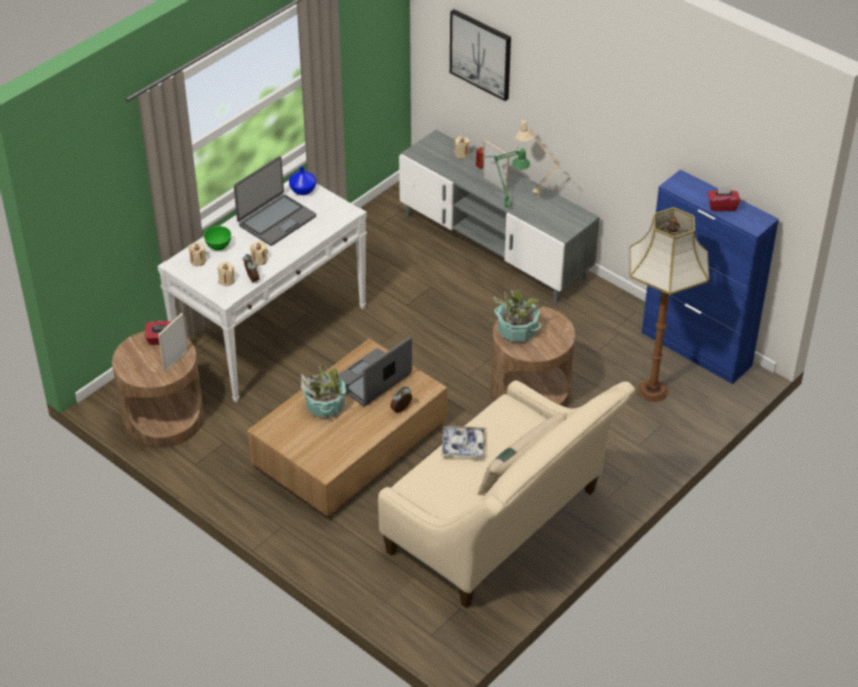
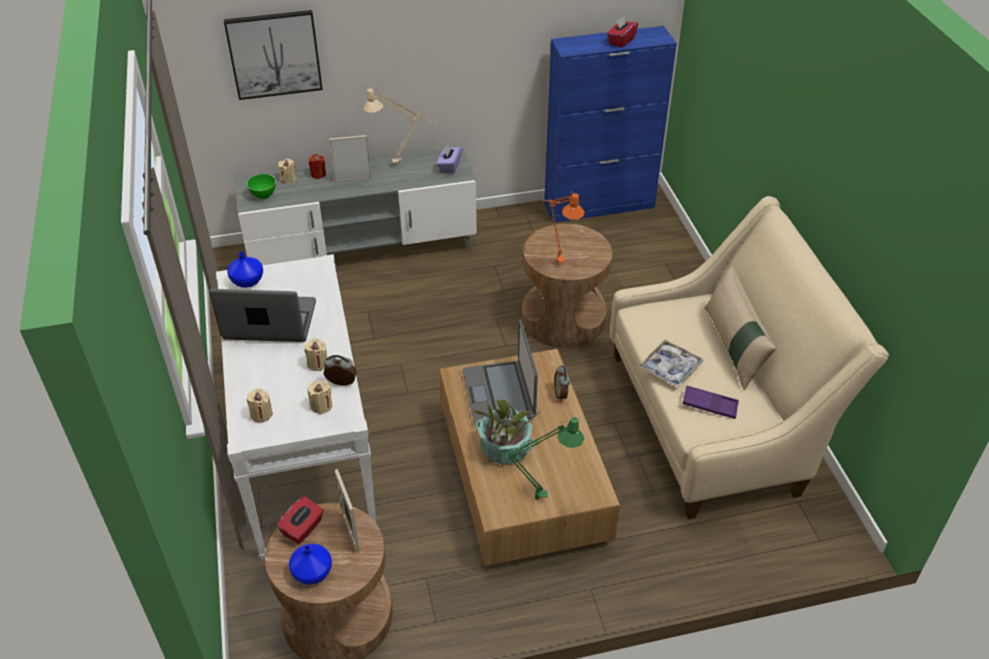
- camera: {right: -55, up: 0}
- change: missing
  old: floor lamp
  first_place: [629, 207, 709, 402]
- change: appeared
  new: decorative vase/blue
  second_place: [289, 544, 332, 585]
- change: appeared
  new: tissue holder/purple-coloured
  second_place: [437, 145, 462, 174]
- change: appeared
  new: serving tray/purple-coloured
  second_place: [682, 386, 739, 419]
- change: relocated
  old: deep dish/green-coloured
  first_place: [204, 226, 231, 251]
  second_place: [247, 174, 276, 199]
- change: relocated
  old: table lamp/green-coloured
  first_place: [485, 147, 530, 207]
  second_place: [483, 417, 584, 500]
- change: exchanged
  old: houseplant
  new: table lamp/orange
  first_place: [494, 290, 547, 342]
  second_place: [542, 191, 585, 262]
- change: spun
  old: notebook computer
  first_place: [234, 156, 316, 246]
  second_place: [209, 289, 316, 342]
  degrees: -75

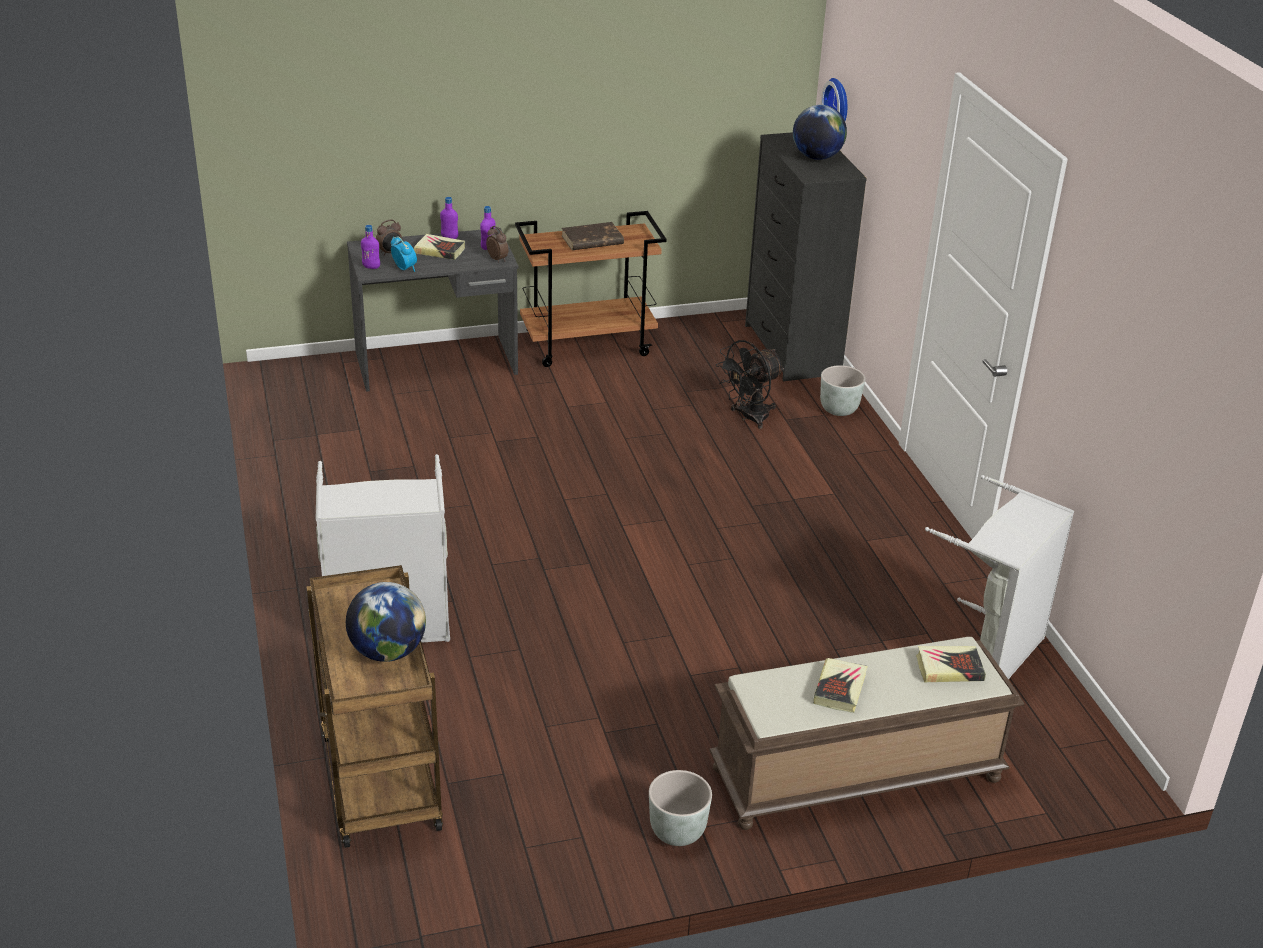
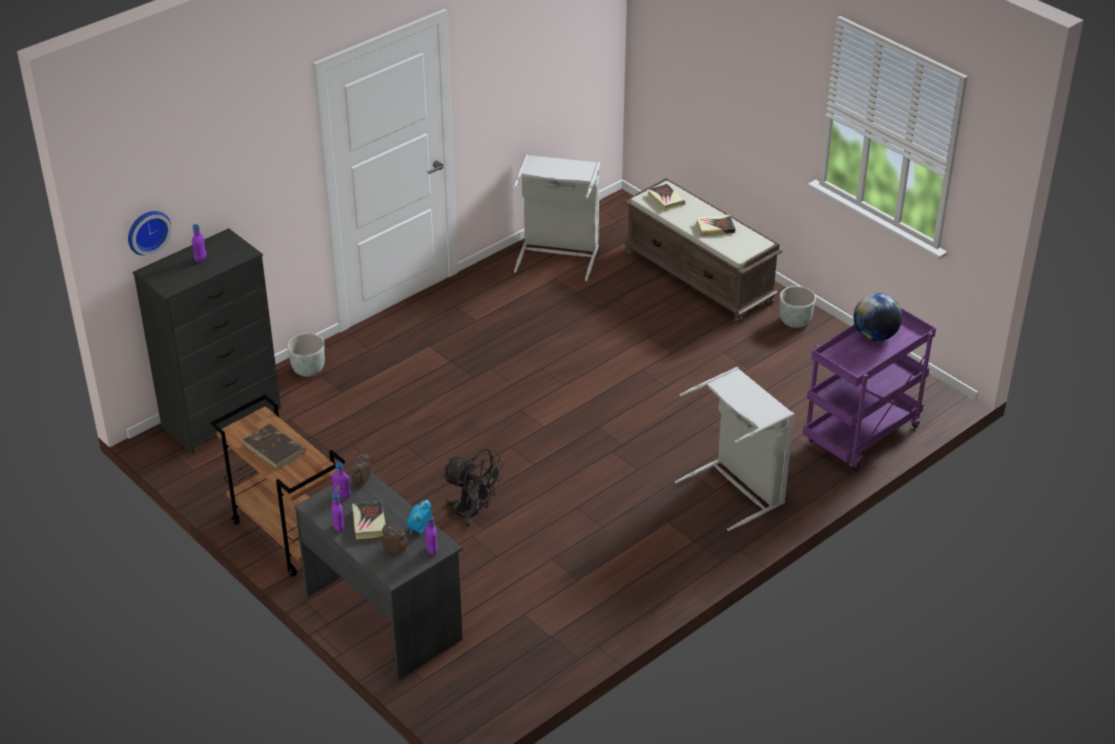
- camera: {right: -115, up: 5}
- change: relocated
  old: electric fan/black-coloured
  first_place: [716, 340, 785, 429]
  second_place: [442, 449, 504, 527]
- change: exchanged
  old: world globe
  new: bottle/purple-coloured
  first_place: [793, 105, 847, 160]
  second_place: [192, 224, 206, 262]
- change: colour
  old: trolley/brown-coloured
  new: trolley/purple-coloured
  first_place: [307, 565, 443, 848]
  second_place: [803, 307, 936, 470]

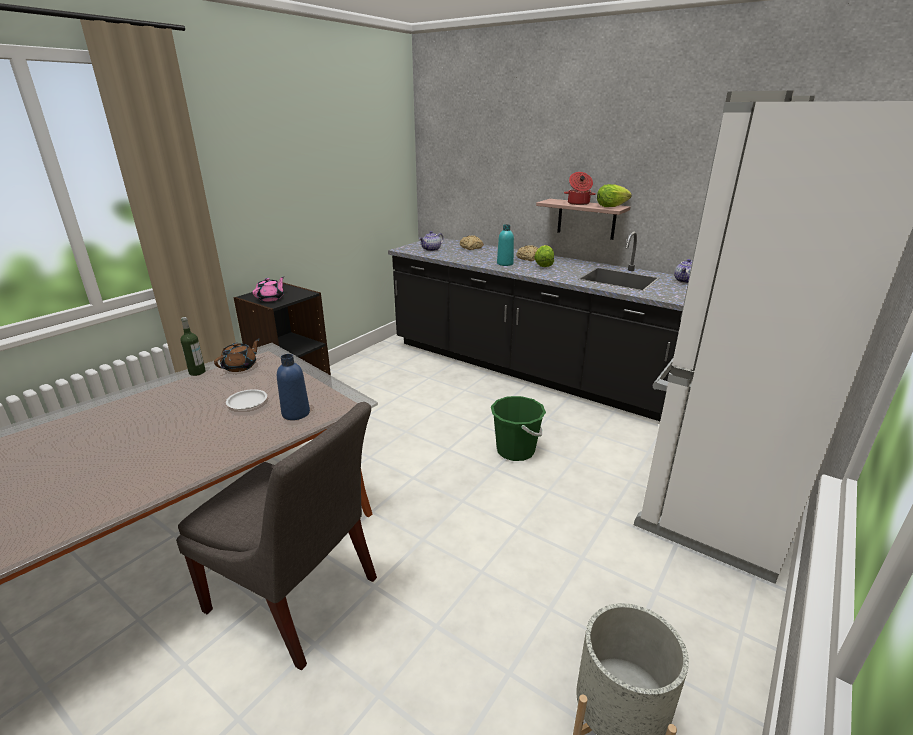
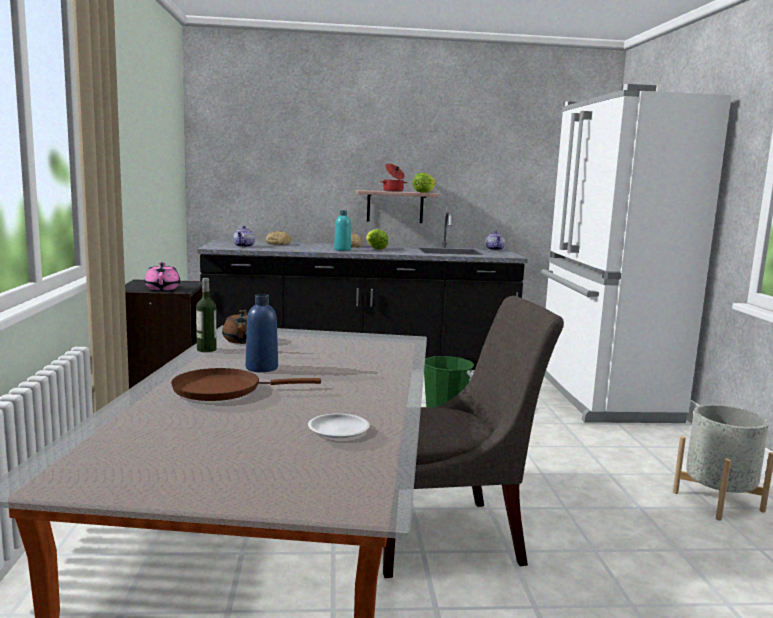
- camera: {right: -40, up: -15}
- change: appeared
  new: frying pan/brown-coloured
  second_place: [171, 368, 321, 401]
- change: relocated
  old: dinner plate/white-coloured
  first_place: [226, 389, 267, 409]
  second_place: [308, 413, 370, 438]
- change: relocated
  old: bottle/blue
  first_place: [277, 354, 310, 420]
  second_place: [246, 294, 278, 372]

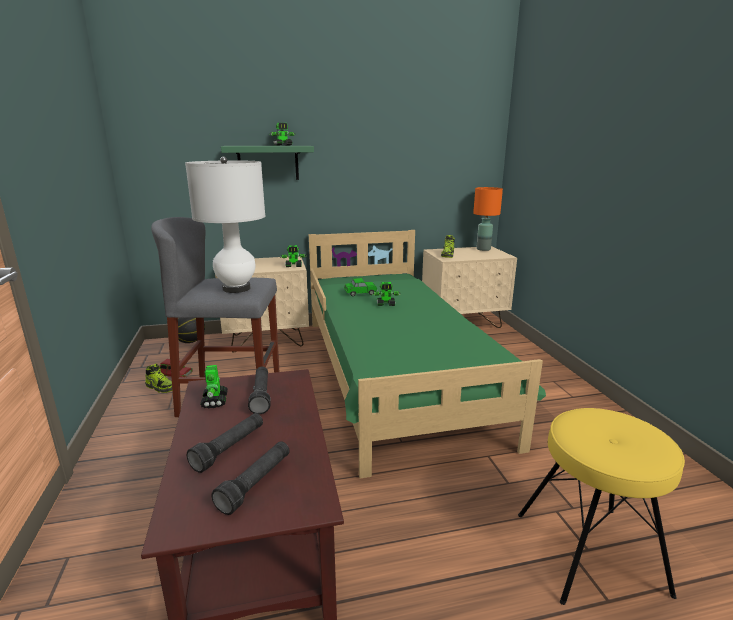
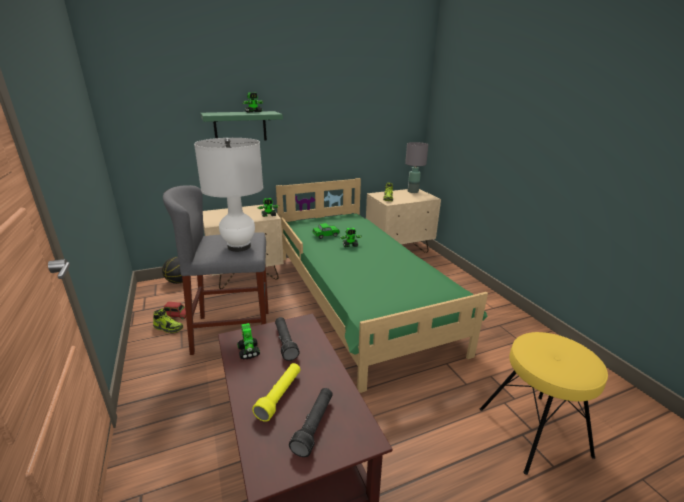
- camera: {right: -10, up: 5}
- change: colour
  old: hand torch/black-coloured
  new: hand torch/yellow
  first_place: [187, 413, 263, 473]
  second_place: [252, 363, 300, 422]
- change: colour
  old: table lamp/orange
  new: table lamp/grey
  first_place: [473, 187, 503, 251]
  second_place: [405, 142, 429, 193]

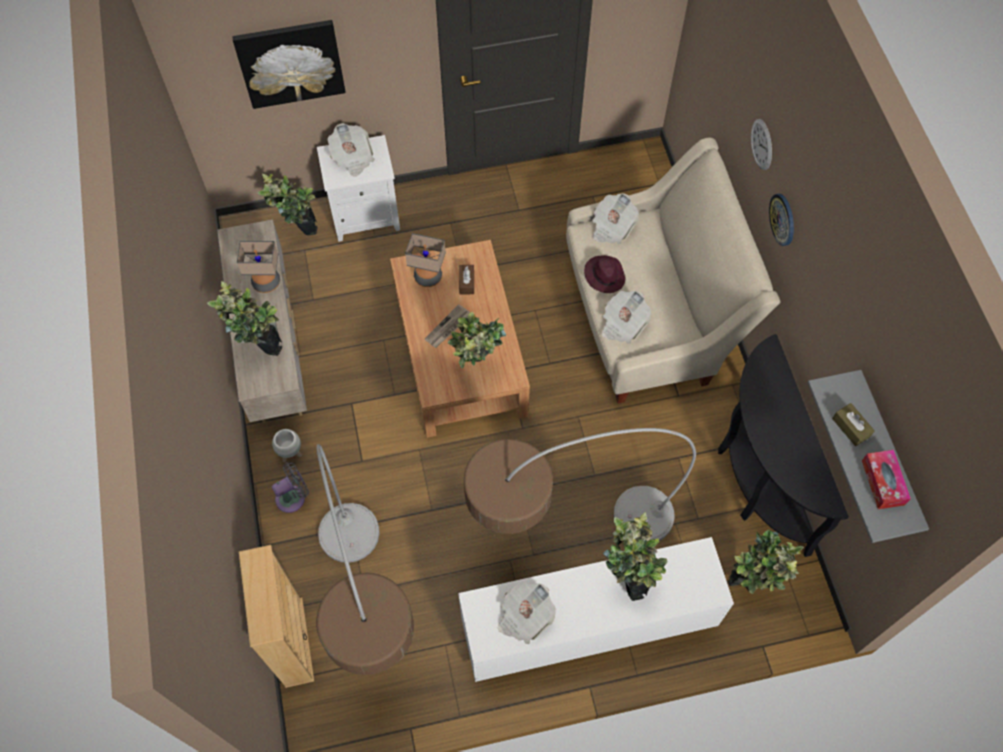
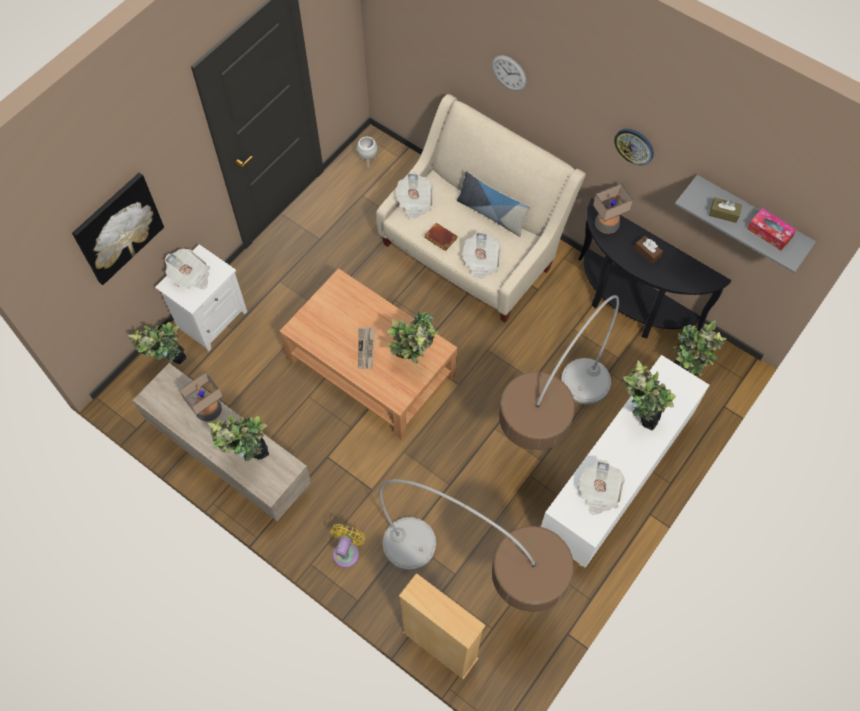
- camera: {right: -40, up: 0}
- change: appeared
  new: cushion
  second_place: [457, 171, 530, 237]
- change: relocated
  old: planter/white-coloured
  first_place: [272, 429, 302, 462]
  second_place: [357, 137, 378, 167]
- change: relocated
  old: table lamp
  first_place: [405, 233, 446, 287]
  second_place: [593, 183, 633, 234]
- change: relocated
  old: tissue holder/brown-coloured
  first_place: [459, 265, 474, 294]
  second_place: [634, 236, 663, 264]
- change: relocated
  old: wall clock
  first_place: [769, 194, 794, 246]
  second_place: [614, 129, 654, 165]
- change: exchanged
  old: wearable hat/purple-coloured
  new: volume/brown-coloured
  first_place: [584, 255, 626, 293]
  second_place: [424, 223, 458, 251]
- change: colour
  old: electric fan/grey
  new: electric fan/yellow
  first_place: [272, 462, 309, 513]
  second_place: [331, 524, 365, 568]

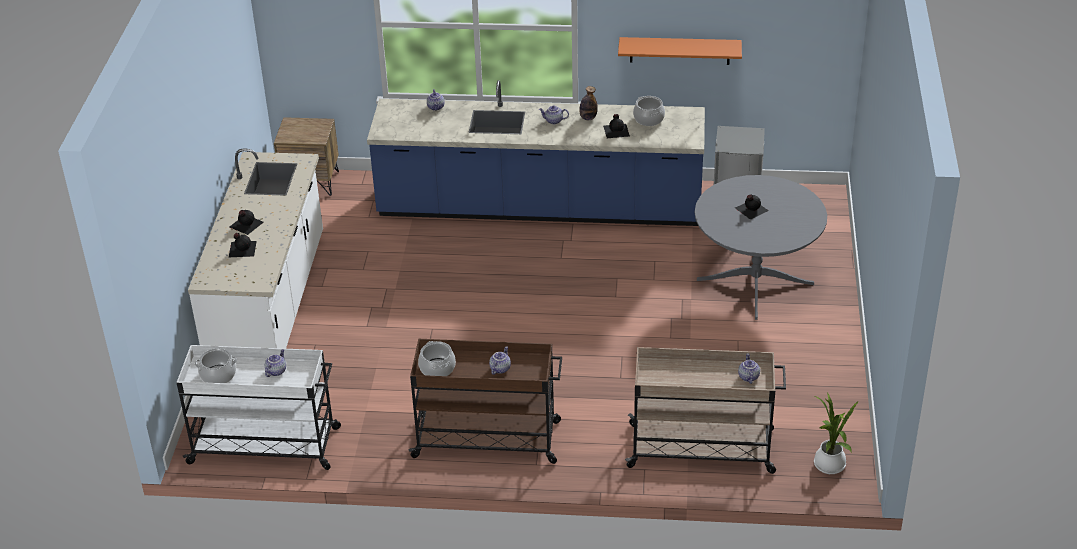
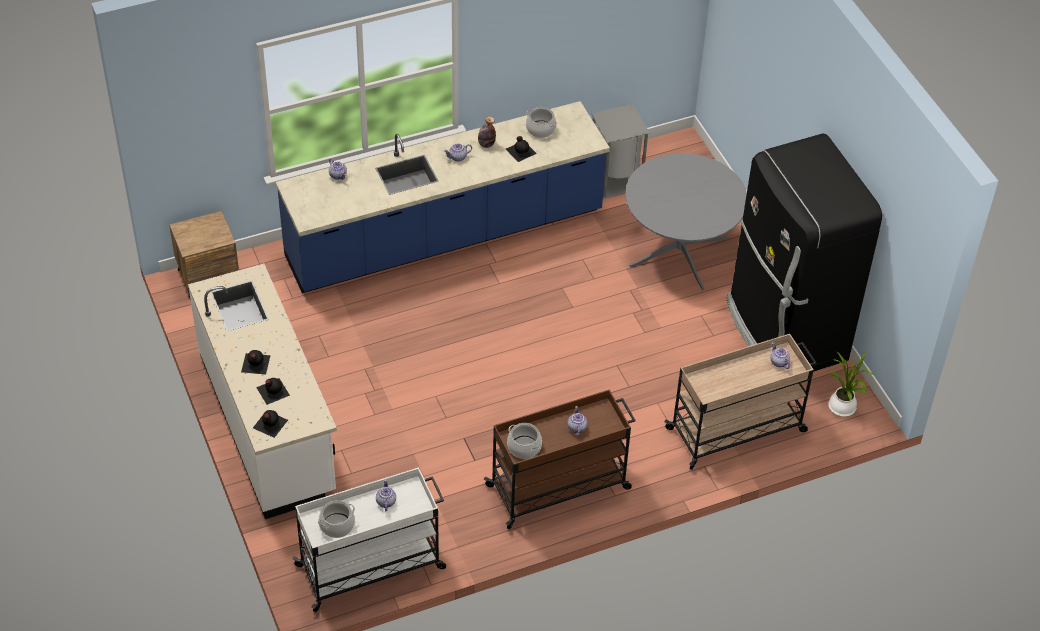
- camera: {right: -30, up: 10}
- change: missing
  old: bracket shelf/orange
  first_place: [618, 37, 742, 65]
- change: appeared
  new: kitchen fridge/black-coloured
  second_place: [726, 133, 882, 372]
- change: relocated
  old: bottle/black-coloured
  first_place: [735, 194, 769, 220]
  second_place: [253, 410, 288, 438]

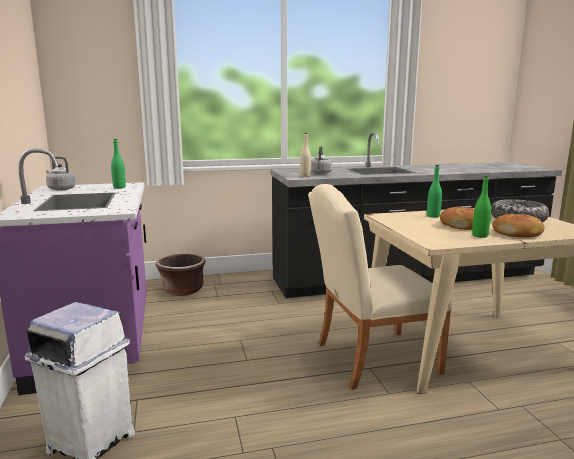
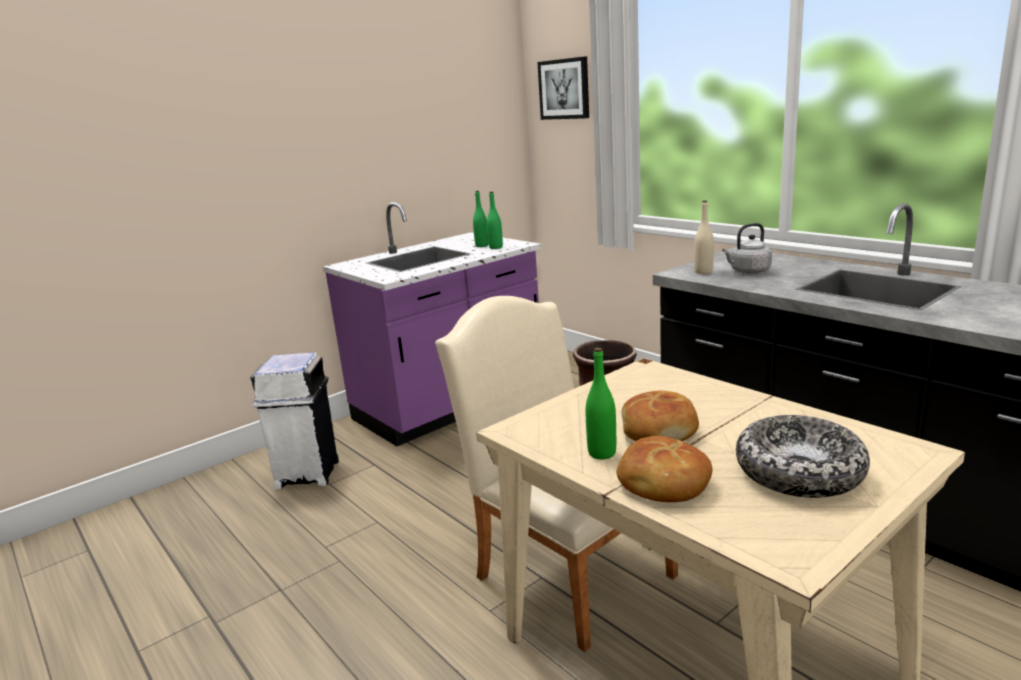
- camera: {right: 65, up: 5}
- change: missing
  old: tea kettle/grey
  first_place: [46, 157, 76, 191]
- change: appeared
  new: wall picture
  second_place: [537, 56, 589, 120]
- change: relocated
  old: bottle/green-coloured
  first_place: [427, 165, 442, 218]
  second_place: [473, 191, 489, 247]

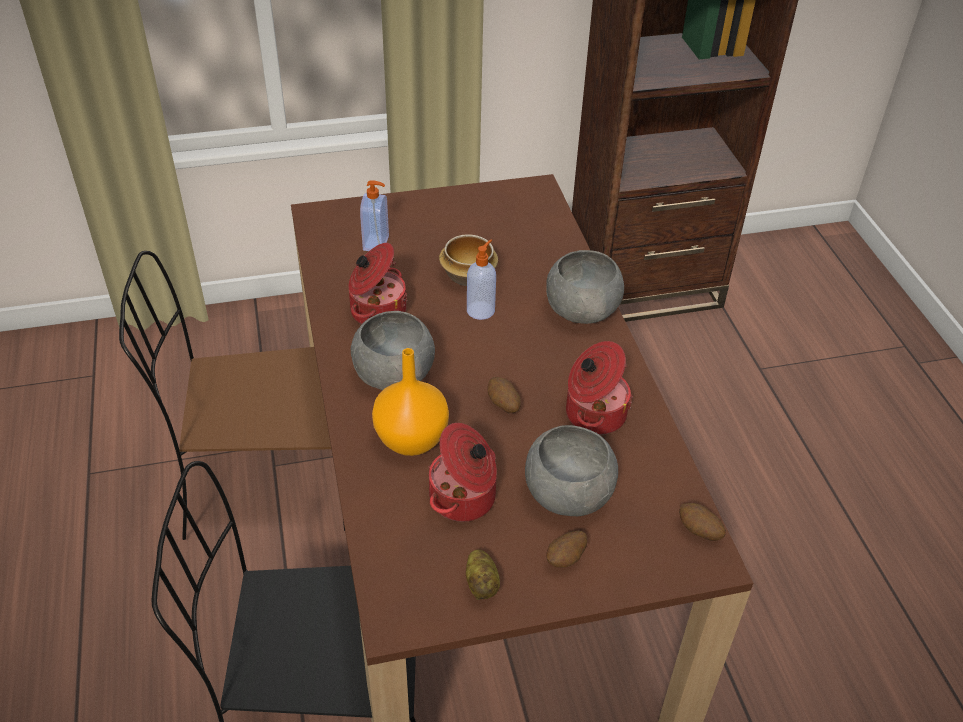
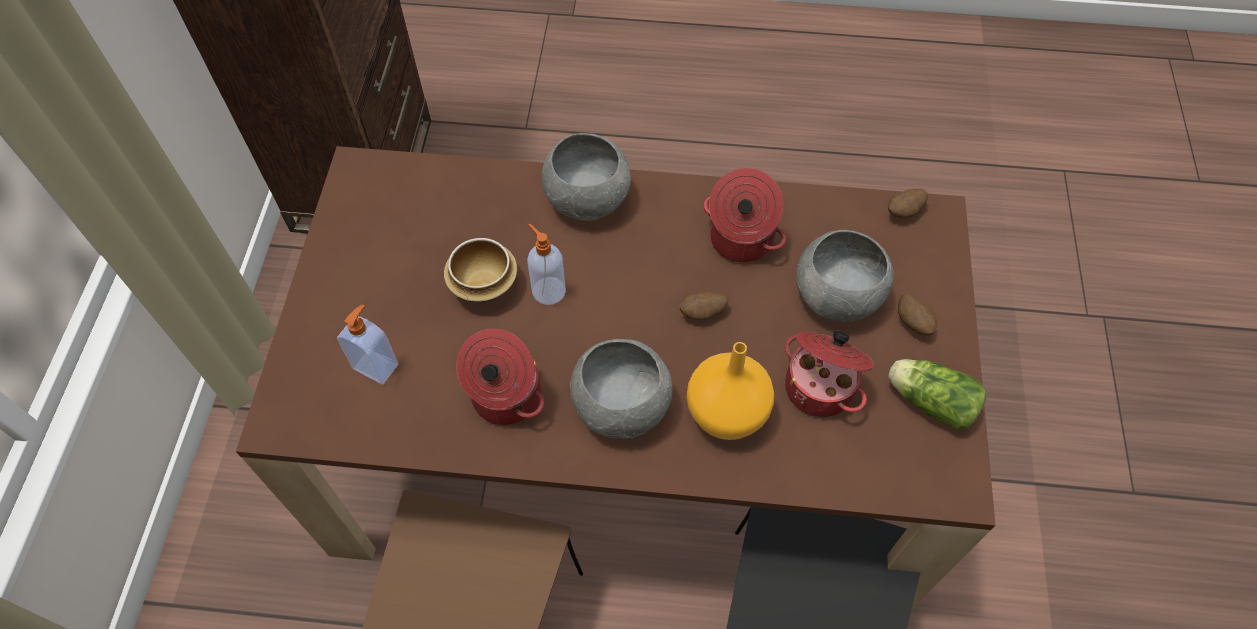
- camera: {right: -70, up: 15}
- change: exchanged
  old: spud
  new: head of lettuce
  first_place: [466, 549, 500, 600]
  second_place: [888, 359, 986, 430]

